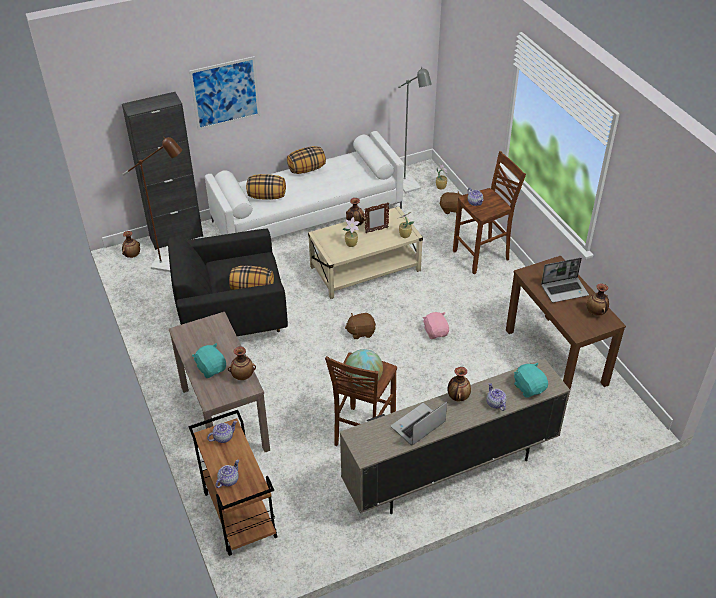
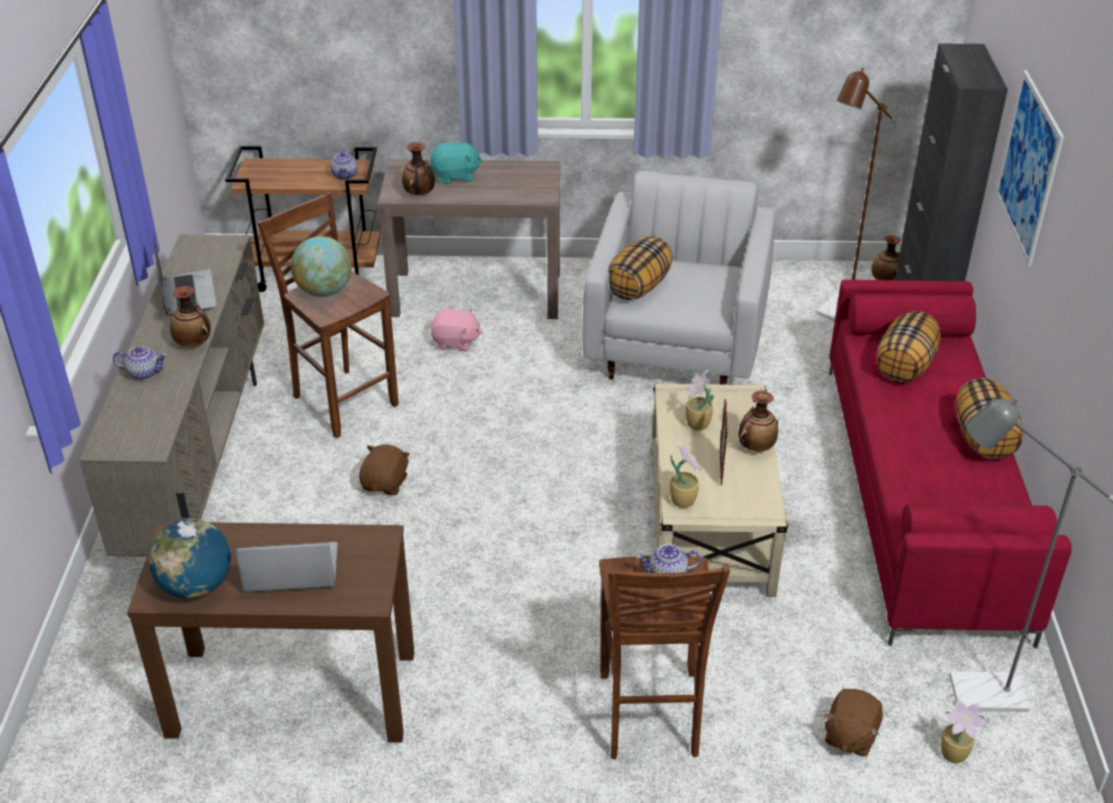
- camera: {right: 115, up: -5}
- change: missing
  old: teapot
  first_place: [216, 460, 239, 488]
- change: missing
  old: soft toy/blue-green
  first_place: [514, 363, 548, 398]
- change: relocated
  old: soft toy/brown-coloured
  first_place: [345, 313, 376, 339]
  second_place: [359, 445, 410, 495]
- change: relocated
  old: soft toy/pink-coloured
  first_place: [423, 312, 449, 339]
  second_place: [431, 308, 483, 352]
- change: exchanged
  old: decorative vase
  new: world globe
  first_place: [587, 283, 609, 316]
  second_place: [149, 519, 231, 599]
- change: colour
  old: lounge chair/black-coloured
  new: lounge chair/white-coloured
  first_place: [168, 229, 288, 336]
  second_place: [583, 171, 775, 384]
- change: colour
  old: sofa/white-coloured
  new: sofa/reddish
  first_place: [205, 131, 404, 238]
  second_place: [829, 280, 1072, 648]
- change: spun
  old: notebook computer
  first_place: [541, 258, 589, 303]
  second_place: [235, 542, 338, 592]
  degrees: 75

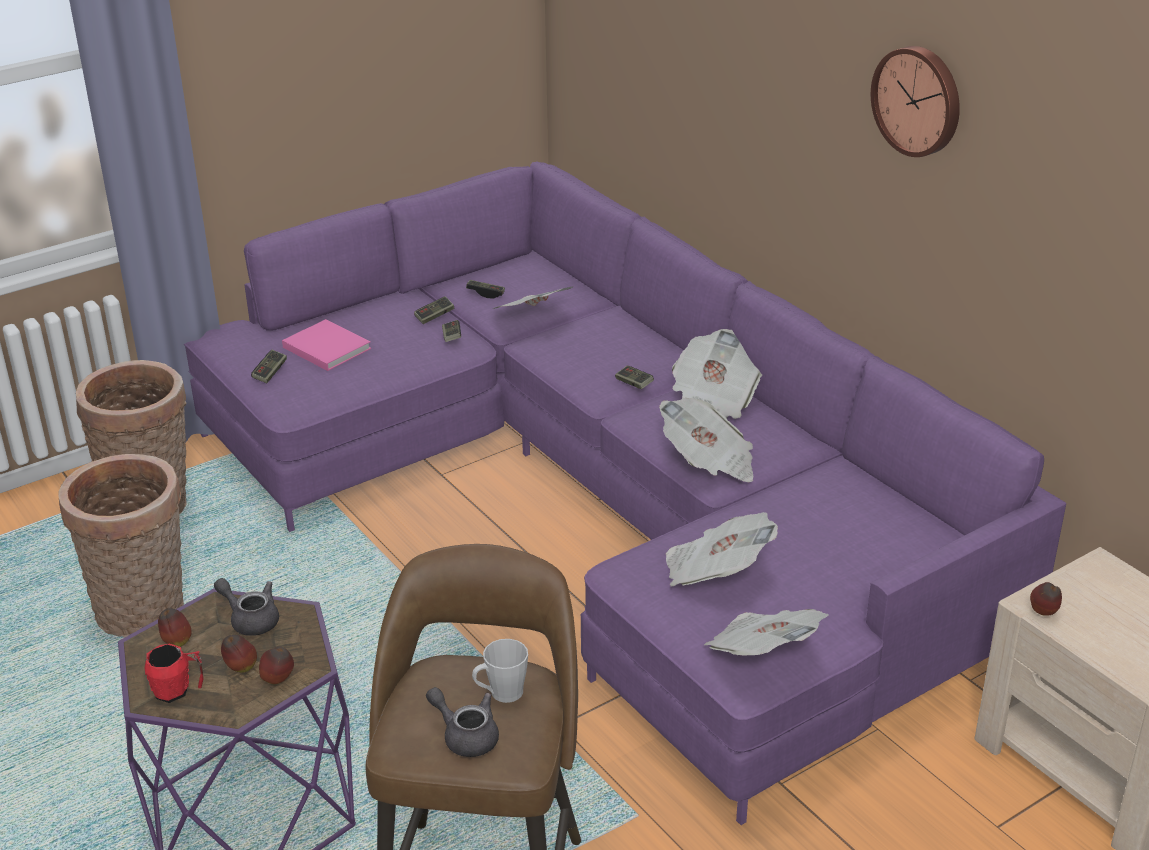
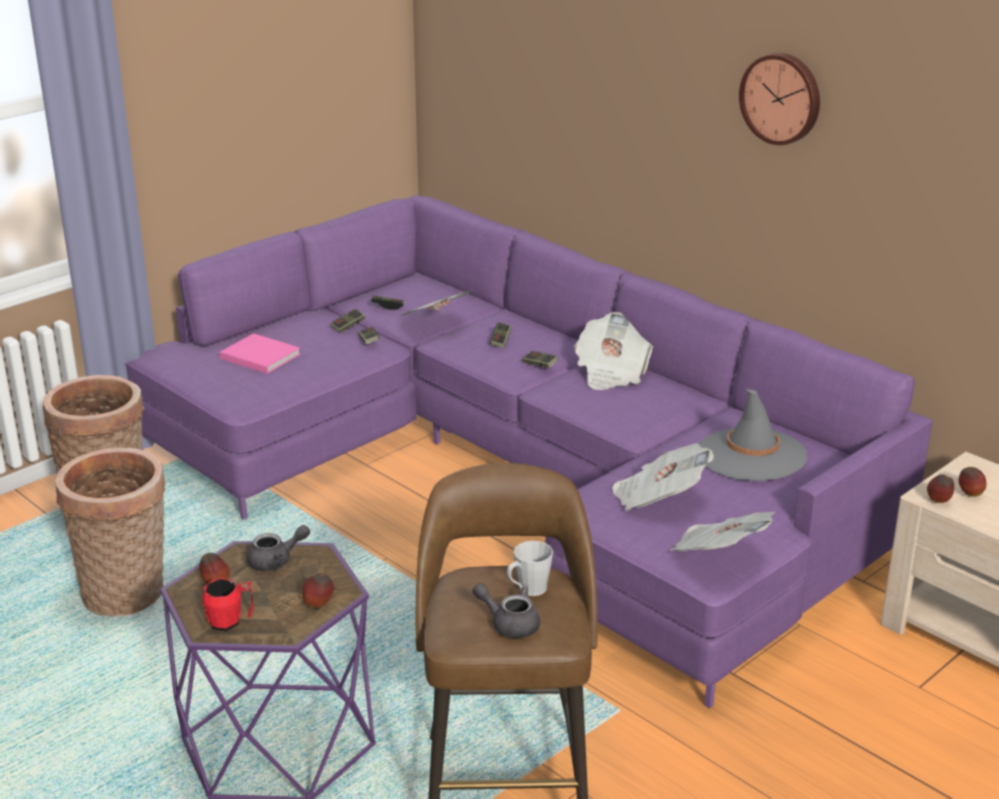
- camera: {right: -10, up: -5}
- change: missing
  old: printed paper
  first_place: [659, 398, 753, 482]
- change: appeared
  new: wearable hat/grey
  second_place: [699, 389, 807, 481]
- change: relocated
  old: whole apple
  first_place: [221, 635, 257, 672]
  second_place: [959, 467, 986, 497]
- change: relocated
  old: gamepad
  first_place: [251, 350, 287, 383]
  second_place: [490, 322, 512, 348]
- change: spun
  old: teapot/grey
  first_place: [214, 578, 279, 636]
  second_place: [247, 525, 310, 571]
  degrees: 135

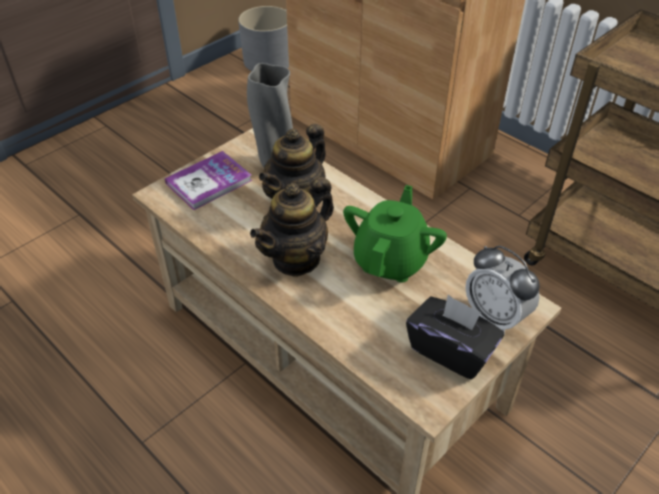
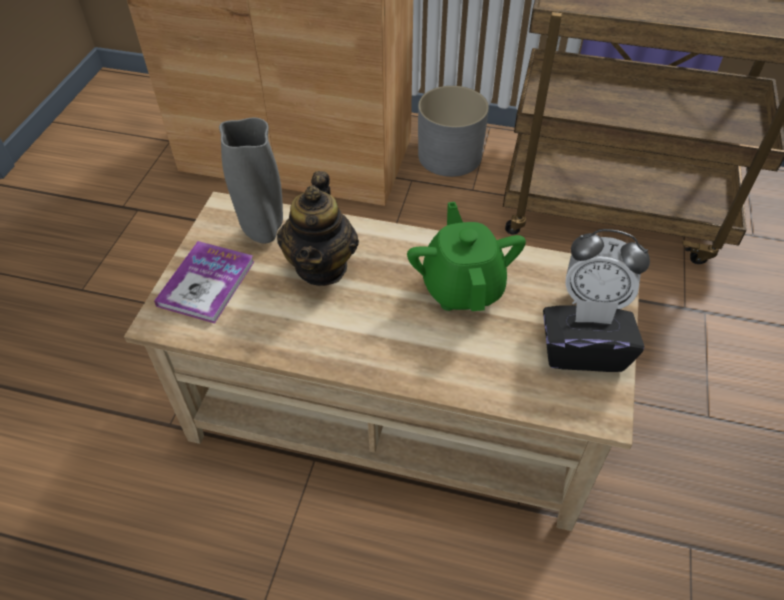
- camera: {right: -30, up: 5}
- change: missing
  old: teapot
  first_place: [250, 177, 334, 277]
- change: relocated
  old: planter/grey
  first_place: [238, 6, 289, 71]
  second_place: [418, 86, 489, 177]

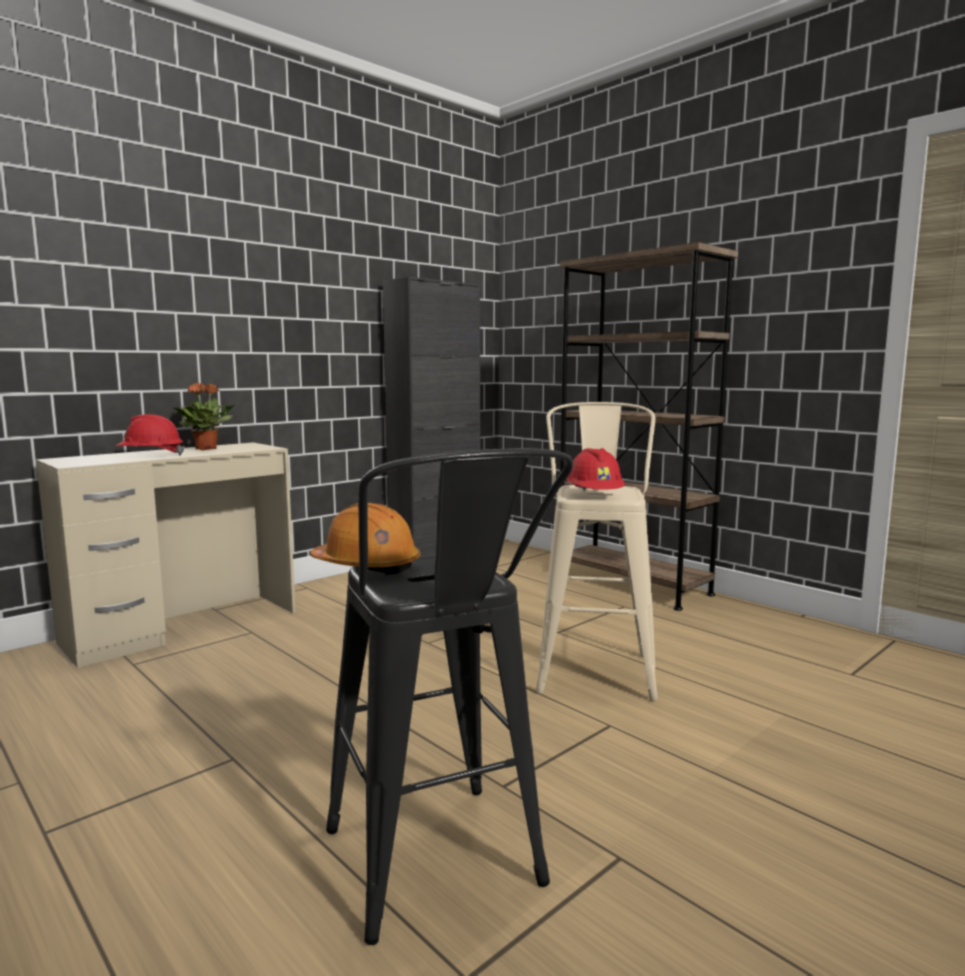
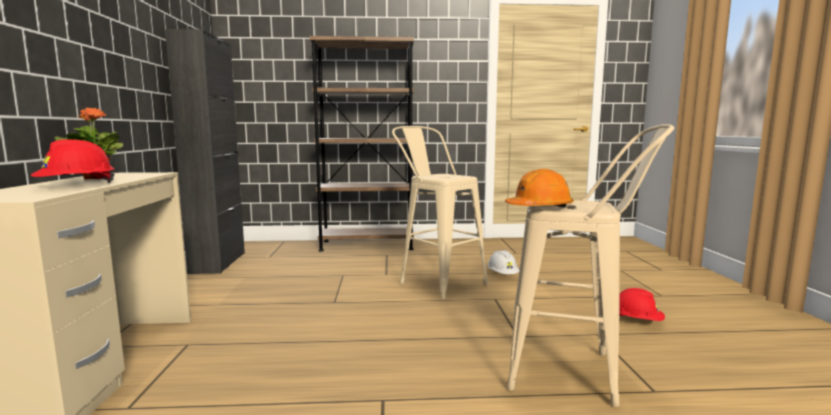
- camera: {right: -50, up: 0}
- change: appeared
  new: safety helmet/white-coloured
  second_place: [487, 250, 519, 274]
- change: relocated
  old: safety helmet/reddish
  first_place: [566, 448, 625, 491]
  second_place: [619, 288, 665, 321]
- change: colour
  old: sitting stool/black-coloured
  new: sitting stool/sand-coloured
  first_place: [326, 448, 573, 945]
  second_place: [507, 124, 675, 407]

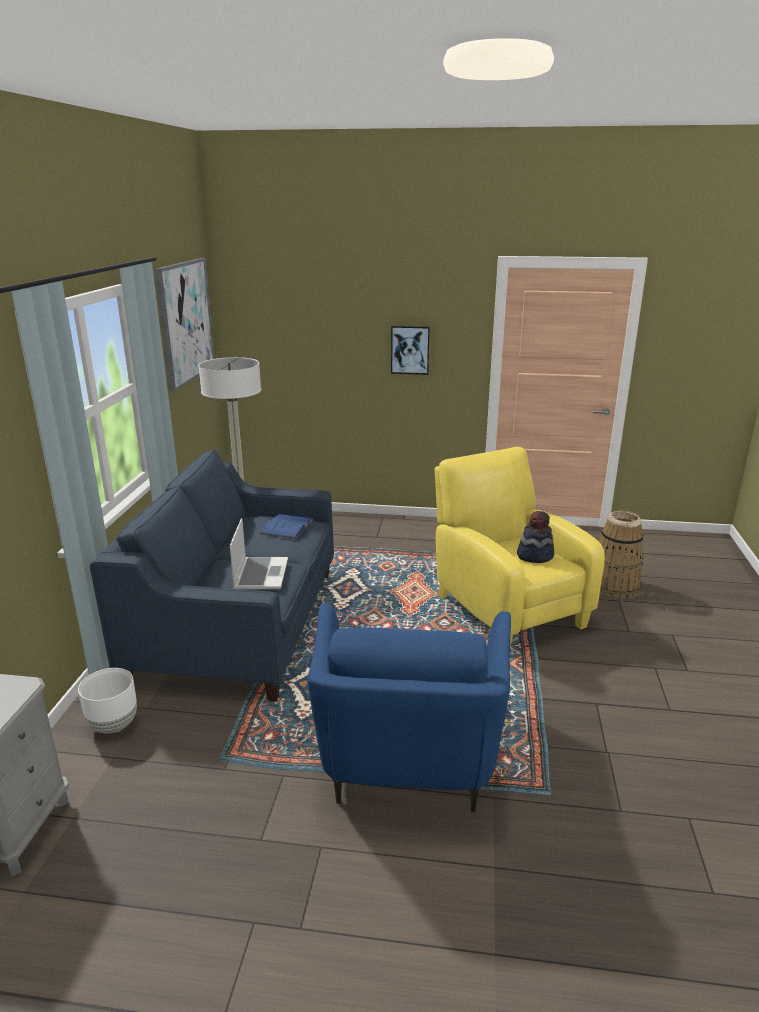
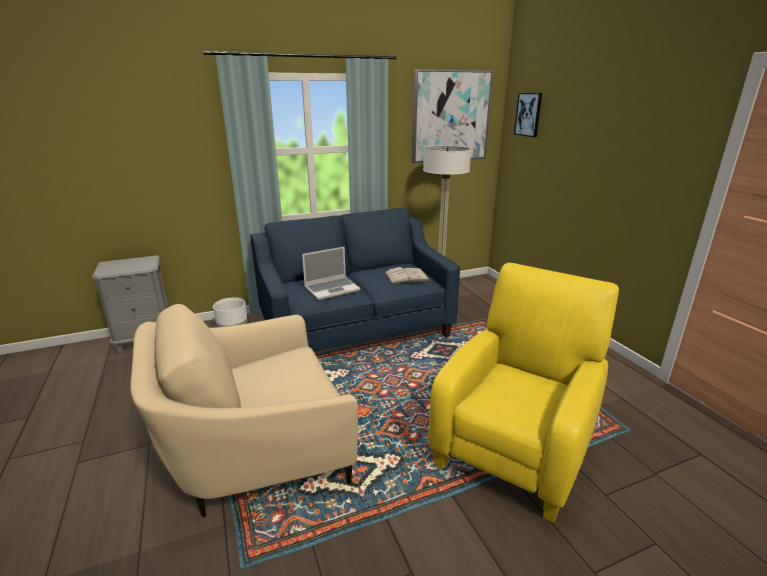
- camera: {right: 60, up: 0}
- change: missing
  old: wearable hat
  first_place: [517, 511, 554, 563]
- change: missing
  old: household basket
  first_place: [599, 511, 643, 599]
- change: relocated
  old: wall picture
  first_place: [391, 326, 430, 375]
  second_place: [514, 93, 542, 137]
- change: colour
  old: volume/blue
  new: volume/white-coloured
  first_place: [259, 514, 314, 539]
  second_place: [384, 267, 430, 284]
- change: colour
  old: lounge chair/blue
  new: lounge chair/sand-coloured
  first_place: [307, 603, 511, 813]
  second_place: [130, 304, 358, 517]

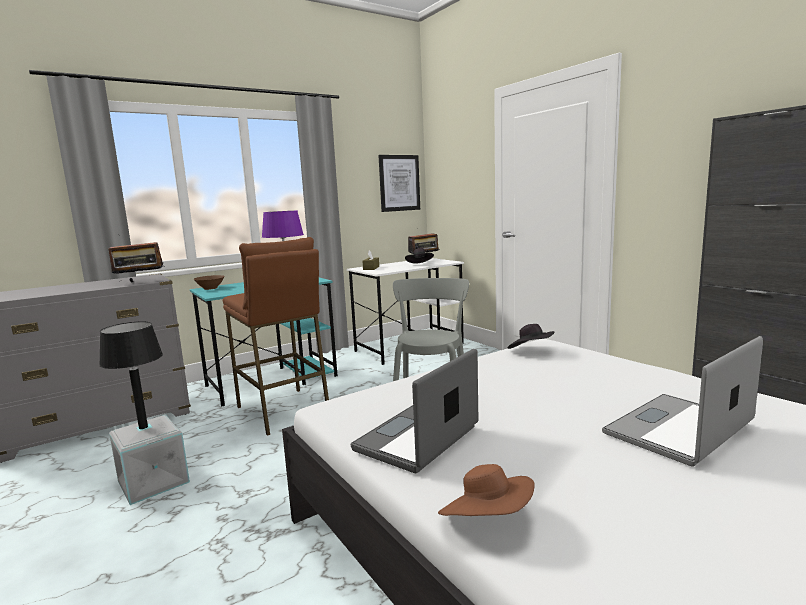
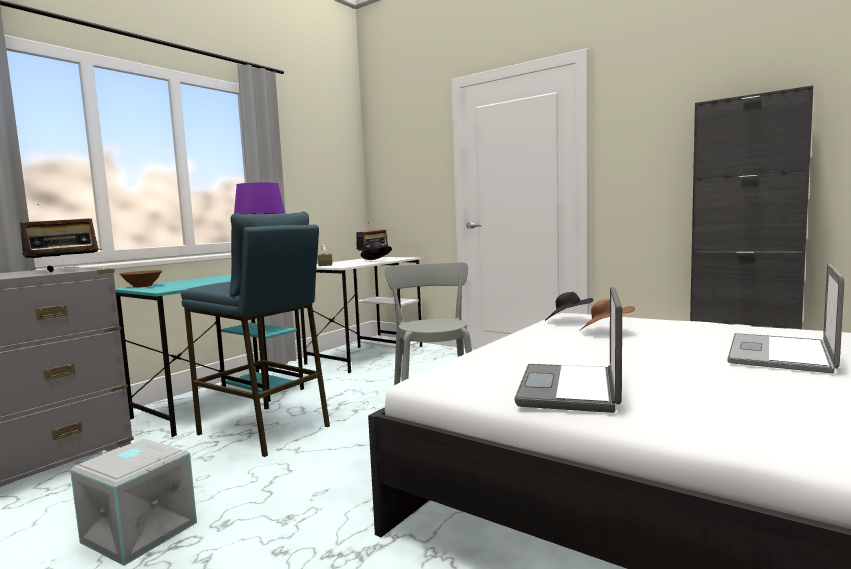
- camera: {right: -20, up: -5}
- change: missing
  old: table lamp/black-coloured
  first_place: [99, 322, 163, 429]
- change: missing
  old: wall picture
  first_place: [378, 155, 420, 212]
- change: relocated
  old: wearable hat/brown-coloured
  first_place: [438, 464, 535, 516]
  second_place: [579, 299, 635, 331]
- change: colour
  old: sitting stool/brown-coloured
  new: sitting stool/blue
  first_place: [223, 237, 329, 436]
  second_place: [181, 211, 330, 457]

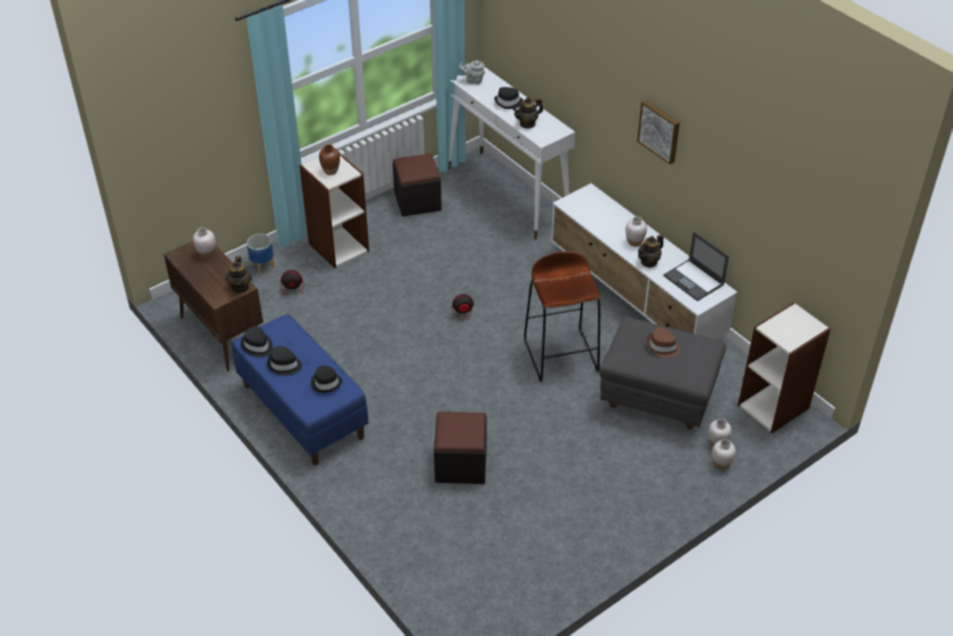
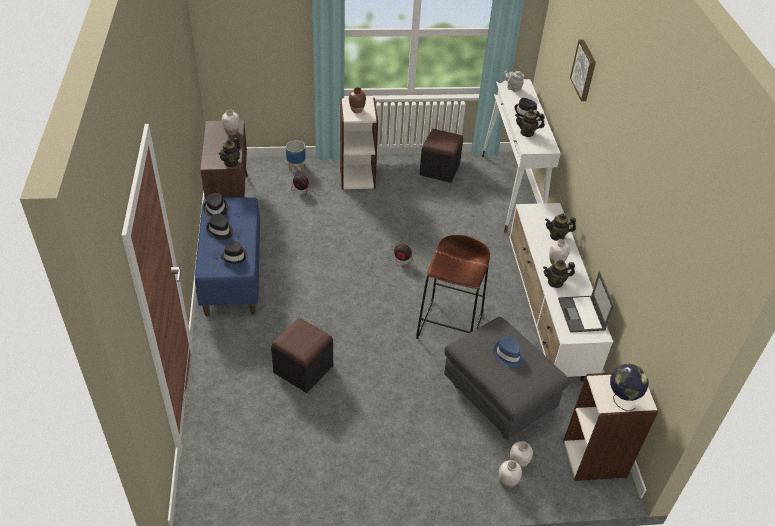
- camera: {right: 30, up: 0}
- change: appeared
  new: teapot
  second_place: [545, 213, 576, 241]
- change: appeared
  new: world globe
  second_place: [610, 364, 649, 411]
- change: relocated
  old: wall picture
  first_place: [637, 100, 680, 164]
  second_place: [570, 40, 596, 101]
- change: colour
  old: wearable hat/brown-coloured
  new: wearable hat/blue
  first_place: [647, 327, 680, 358]
  second_place: [494, 336, 524, 368]

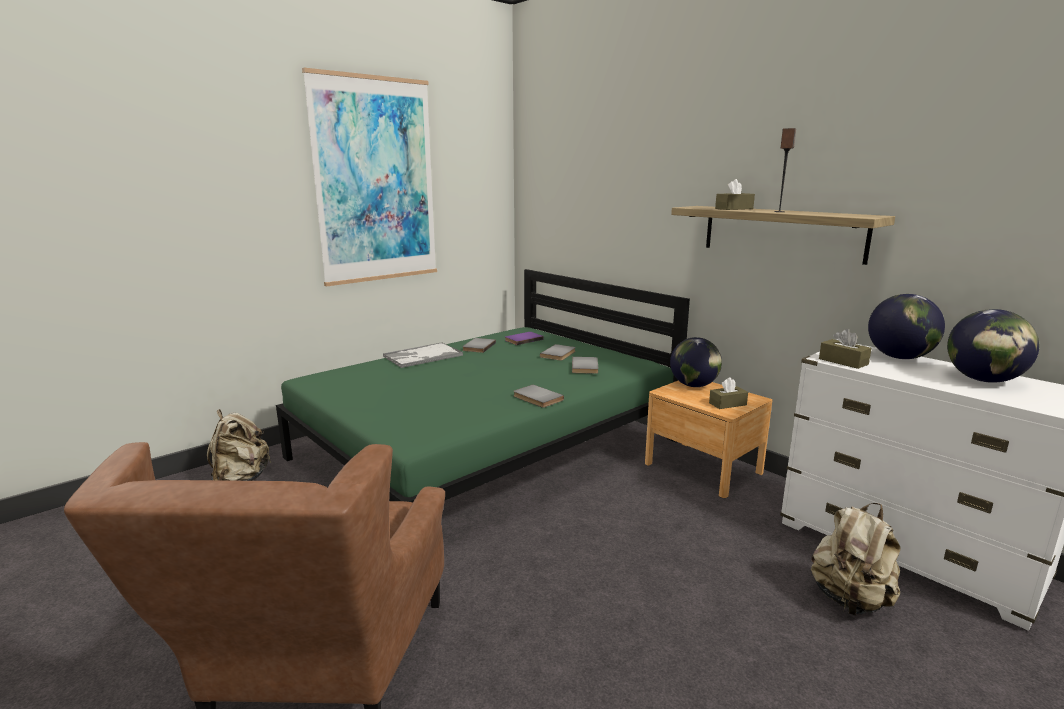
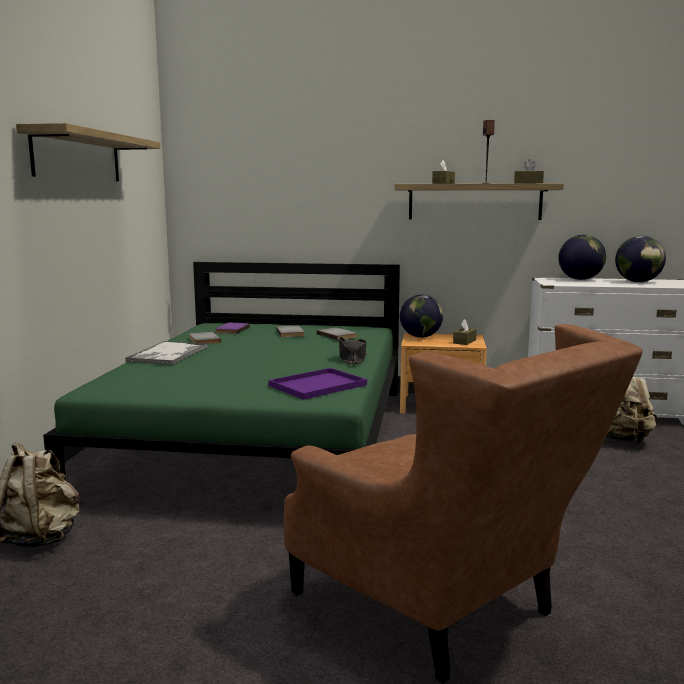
- camera: {right: -40, up: -5}
- change: appeared
  new: serving tray/purple-coloured
  second_place: [268, 368, 367, 400]
- change: relocated
  old: tissue holder/brown-coloured
  first_place: [819, 329, 872, 369]
  second_place: [514, 159, 544, 183]
- change: exchanged
  old: wall picture
  new: bracket shelf
  first_place: [302, 68, 437, 287]
  second_place: [16, 123, 161, 181]
- change: exchanged
  old: volume/grey
  new: wearable hat/black-coloured
  first_place: [513, 385, 564, 408]
  second_place: [339, 337, 367, 364]

